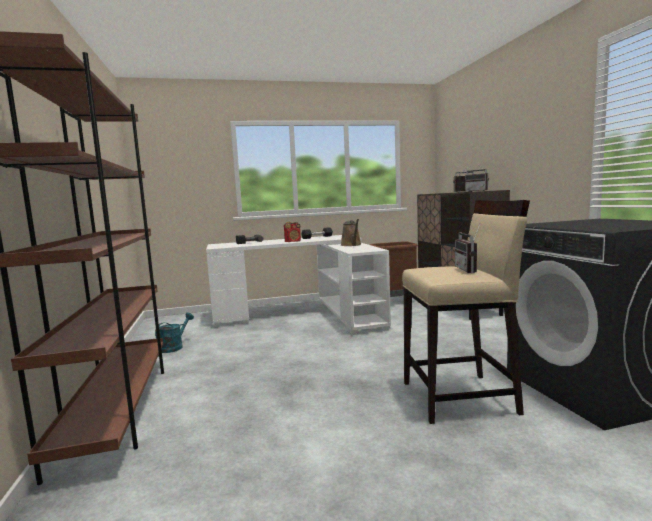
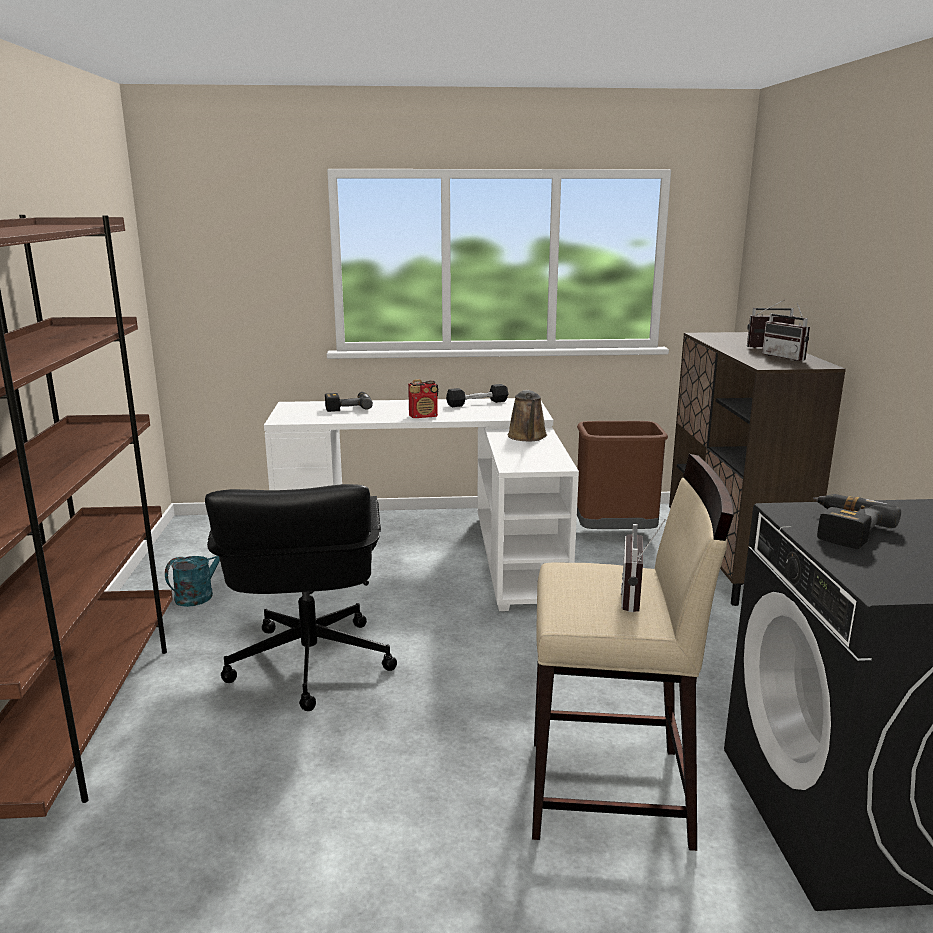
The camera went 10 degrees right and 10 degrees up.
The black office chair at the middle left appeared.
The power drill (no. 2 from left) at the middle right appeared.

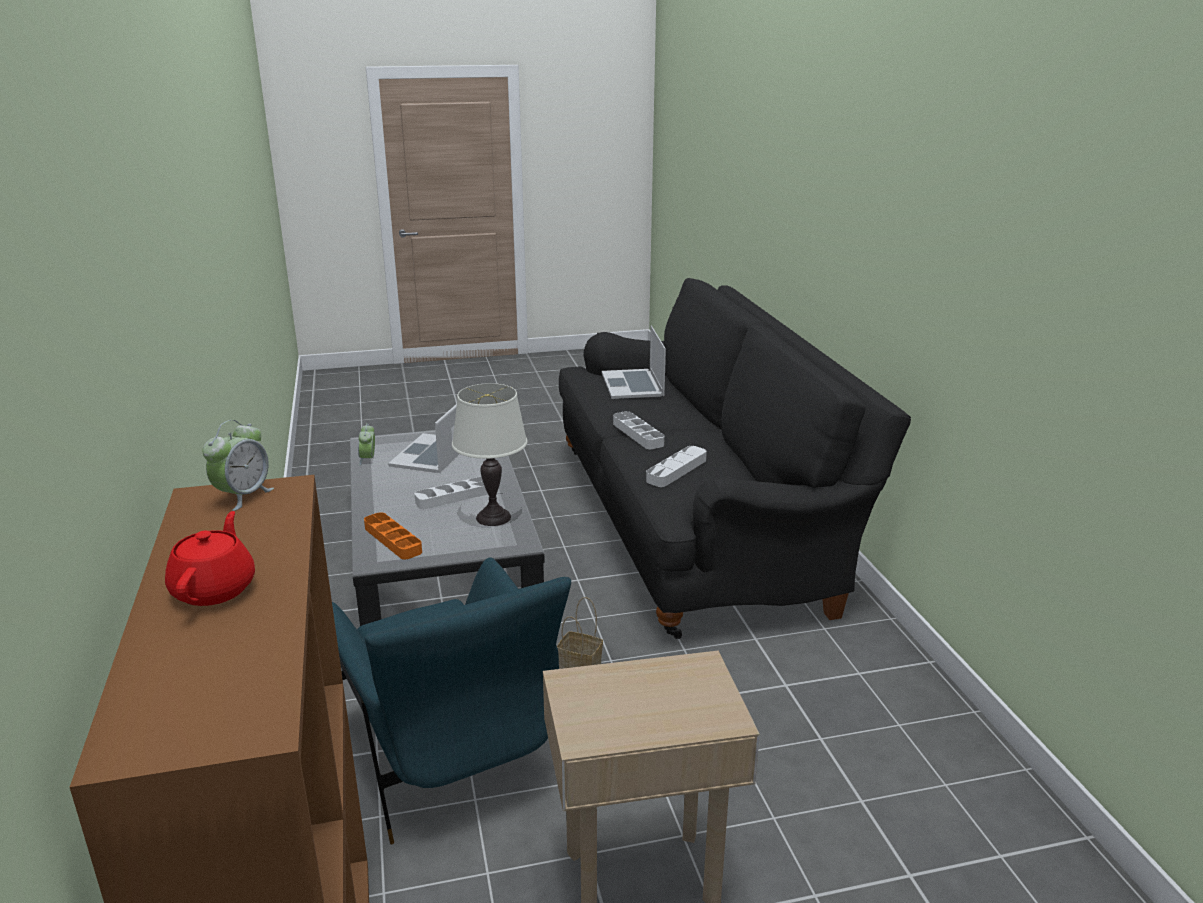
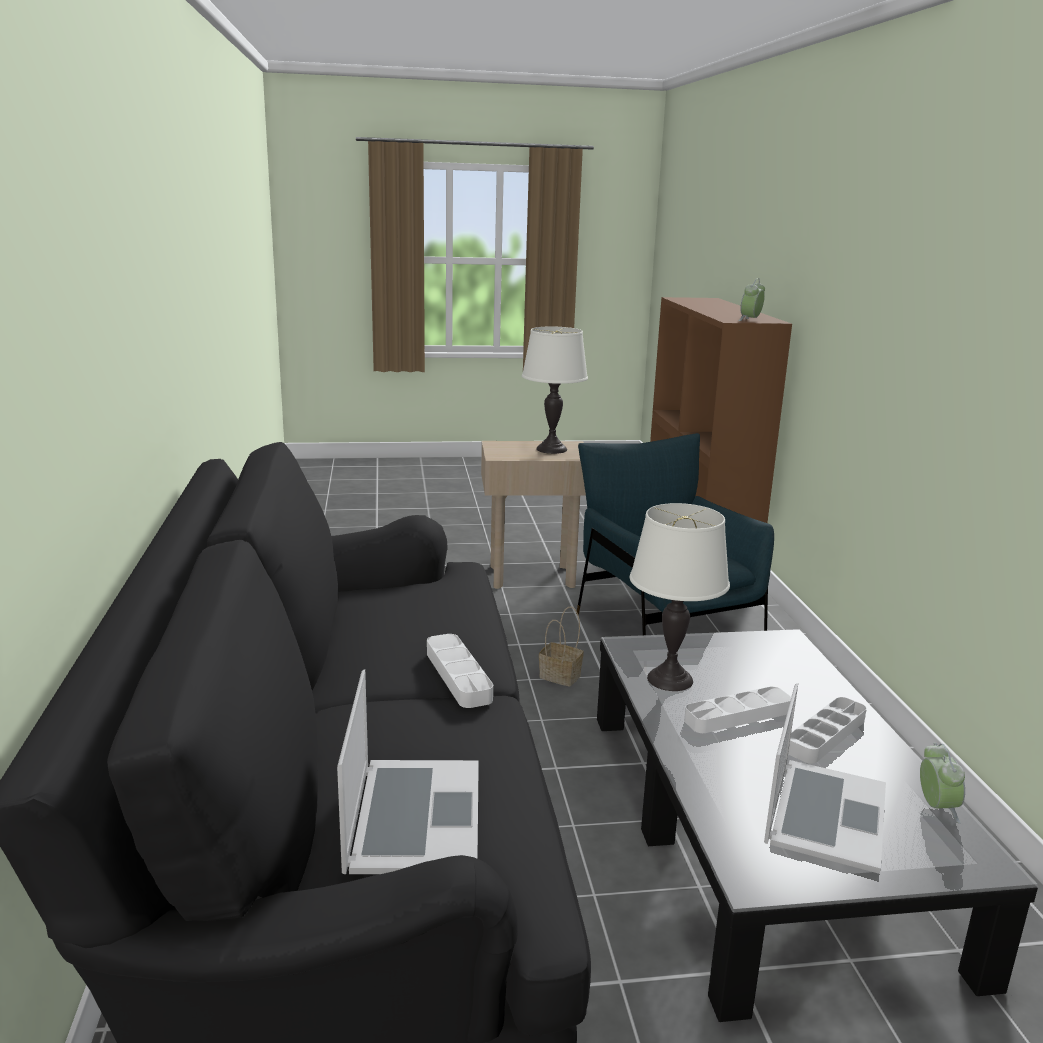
The camera went 175 degrees left and 5 degrees down.
The white table lamp (no. 1 from left) at the centre appeared.
The white tray (no. 3 from left) moved from the centre to the bottom right.
The red teapot at the middle left disappeared.
The orange tray at the middle left disappeared.

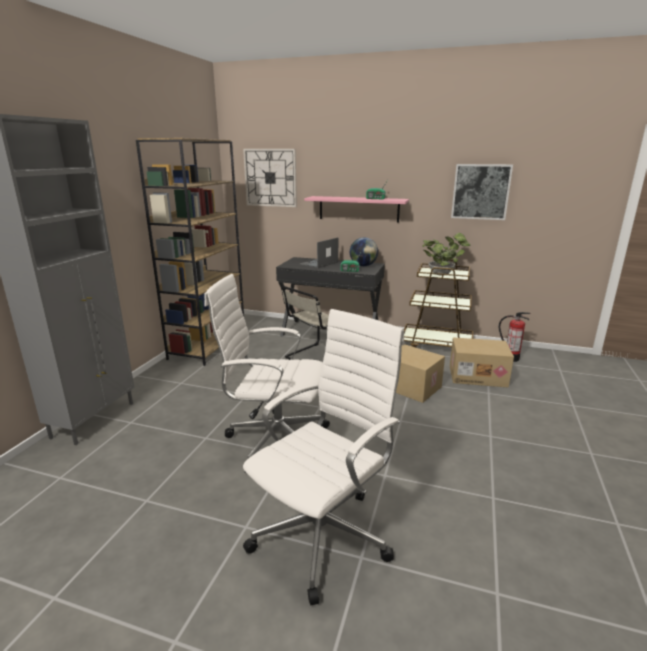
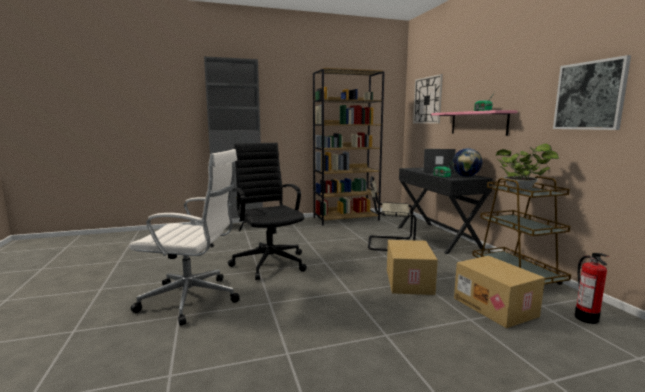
The camera went 55 degrees right and 10 degrees down.
The white office chair (no. 1 from left) at the centre became the black office chair at the centre.

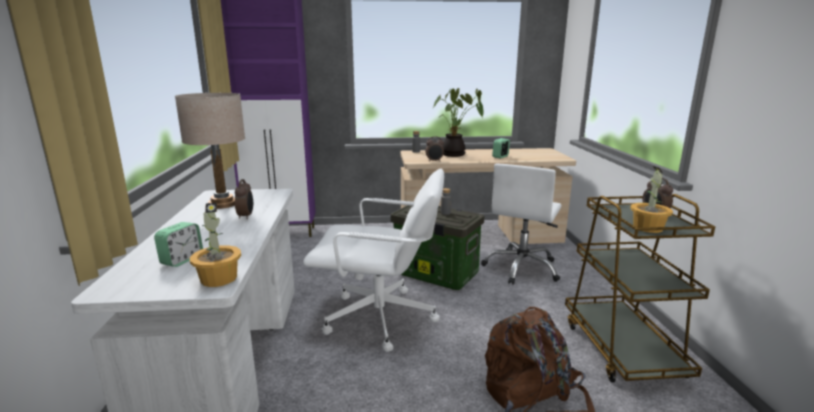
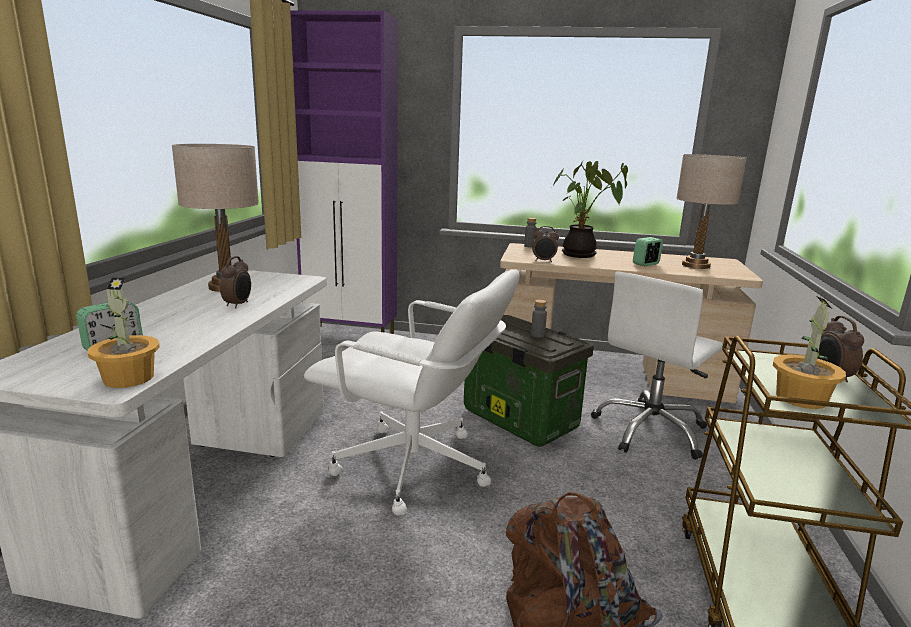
The camera went 15 degrees right and 0 degrees up.
The beige table lamp (no. 2 from left) at the middle right appeared.

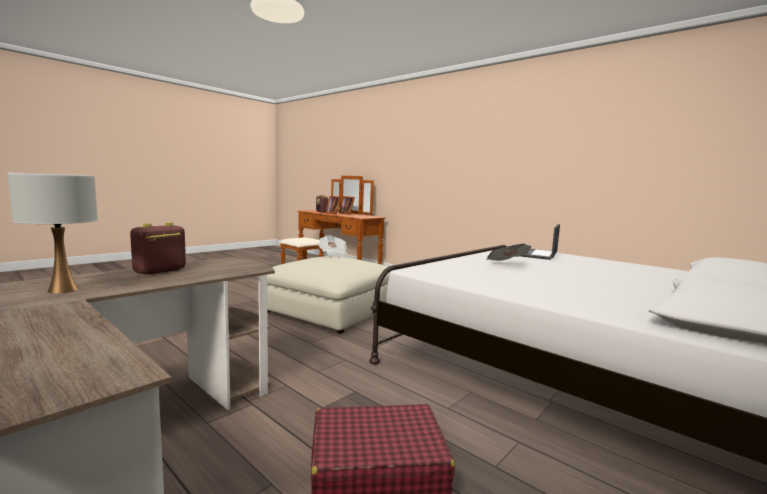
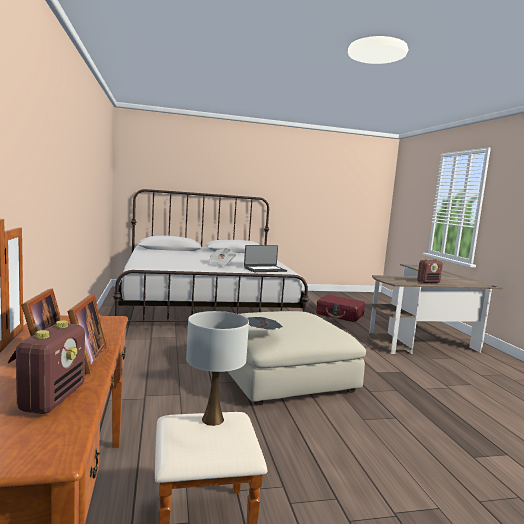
The camera went 145 degrees left and 0 degrees up.
The white table lamp moved from the middle left to the bottom centre.
The laptop moved from the middle right to the centre.

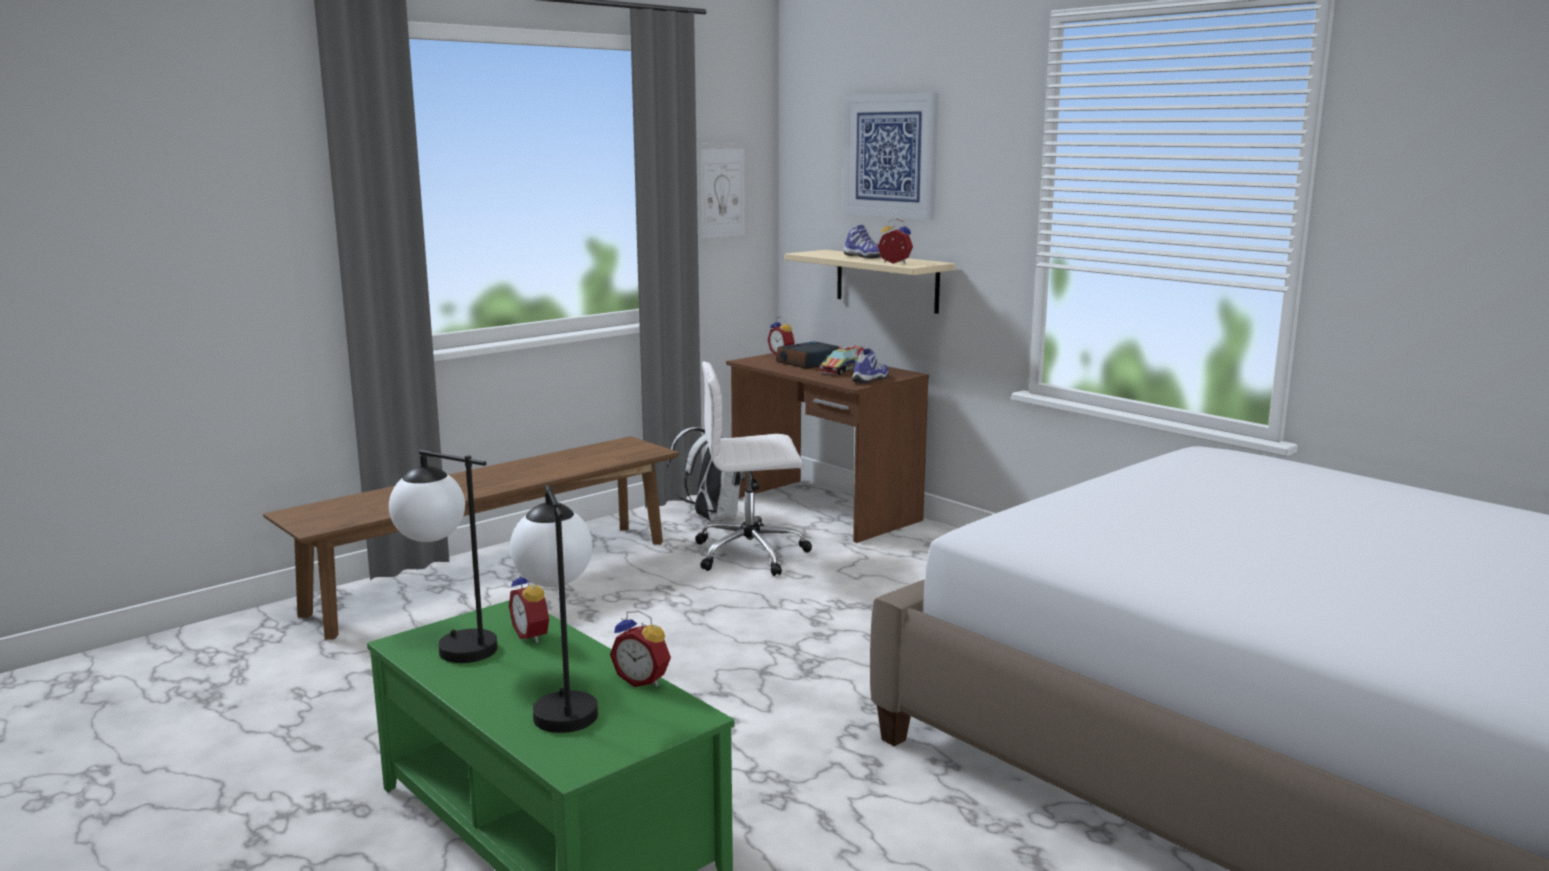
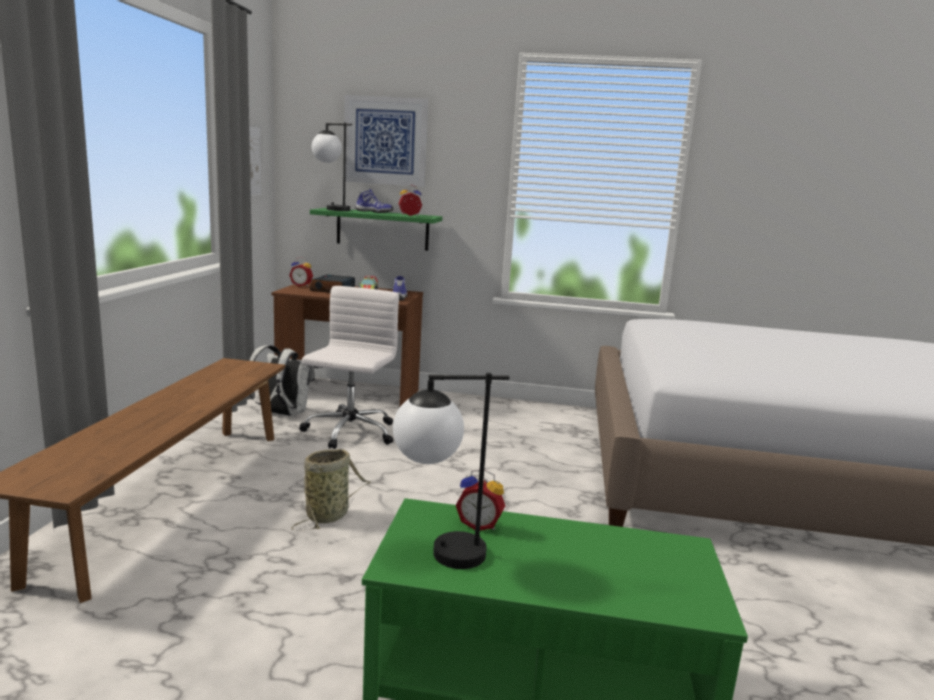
The camera went 40 degrees left and 0 degrees up.
The basket at the bottom centre appeared.
The white office chair at the centre turned 150 degrees clockwise.
The beige shelf at the top centre became the green shelf at the top centre.
The table lamp (no. 2 from left in the first image) moved from the bottom centre to the top centre.
The alarm clock (no. 2 from left) at the bottom centre disappeared.

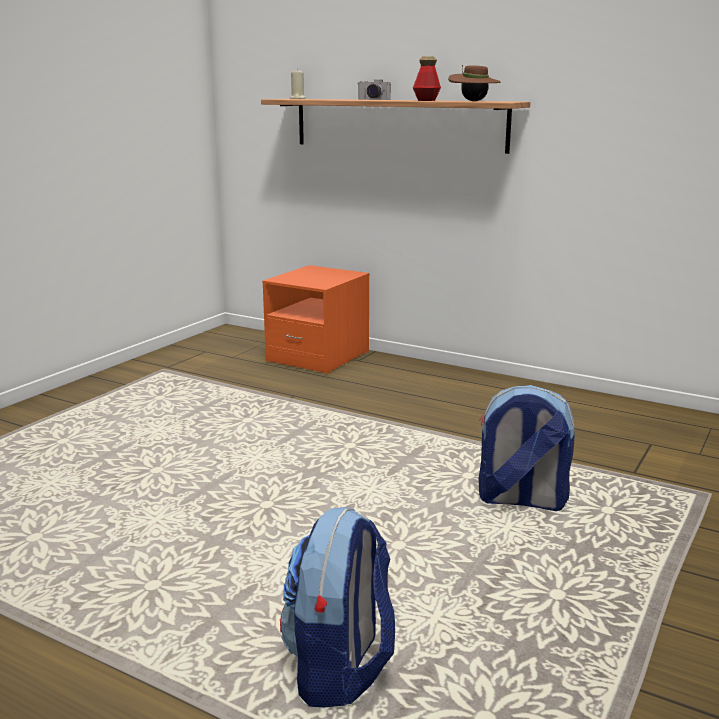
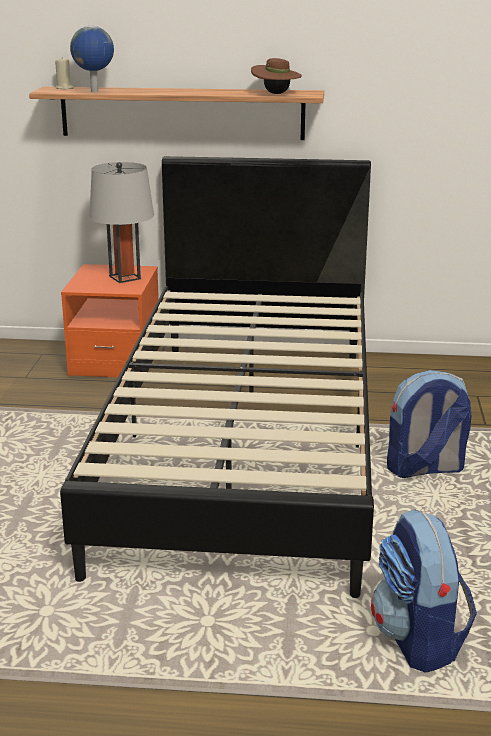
The camera went 25 degrees left and 5 degrees up.
The black bed at the centre appeared.
The globe at the top left appeared.
The grey table lamp at the top left appeared.
The photo camera at the top centre disappeared.
The bottle at the top centre disappeared.

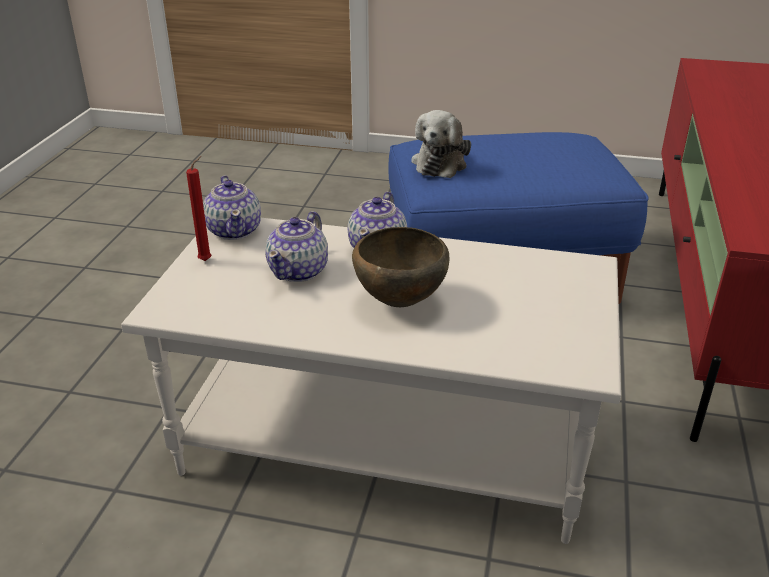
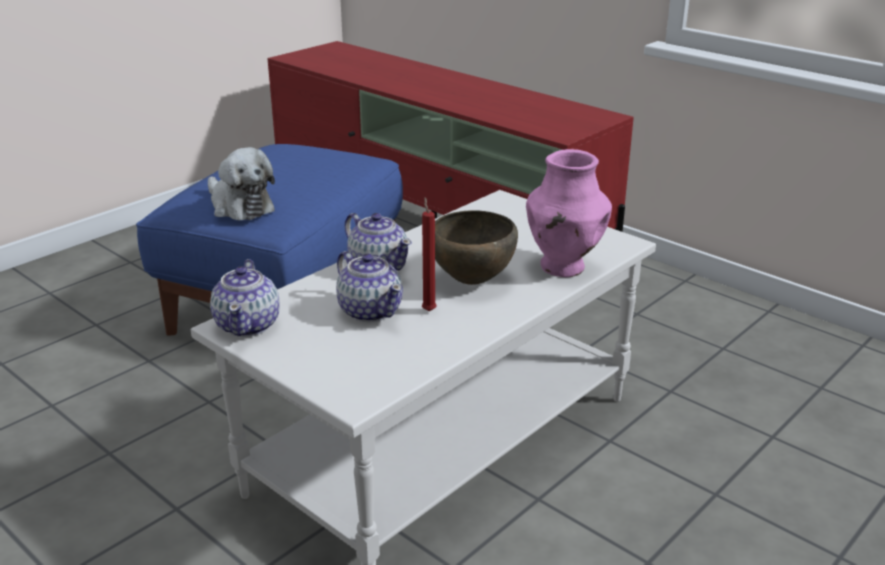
The camera went 60 degrees left and 5 degrees down.
The teapot (no. 1 from left) at the middle left turned 75 degrees clockwise.
The red candle moved from the middle left to the centre.
The pink vase at the centre appeared.

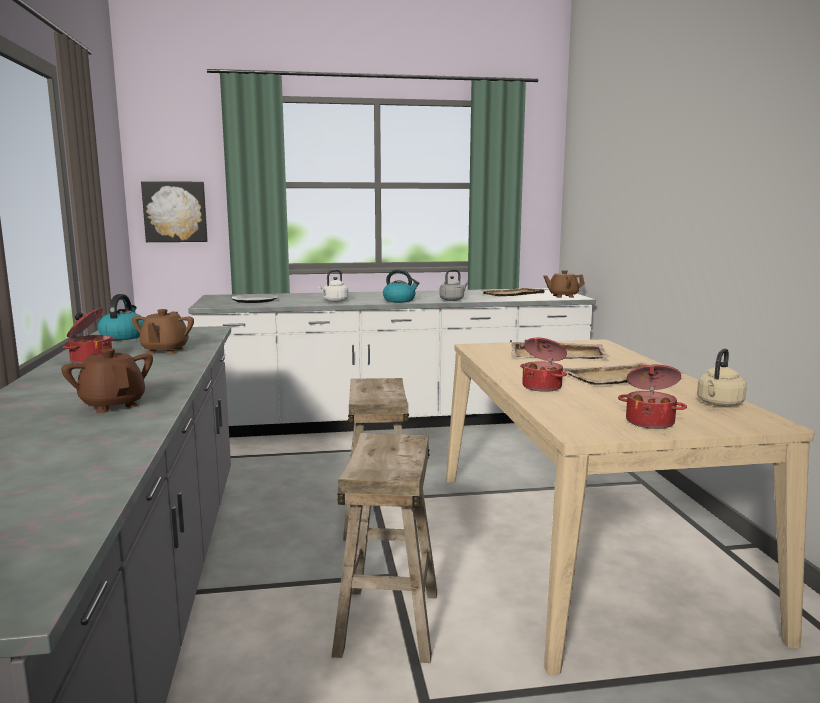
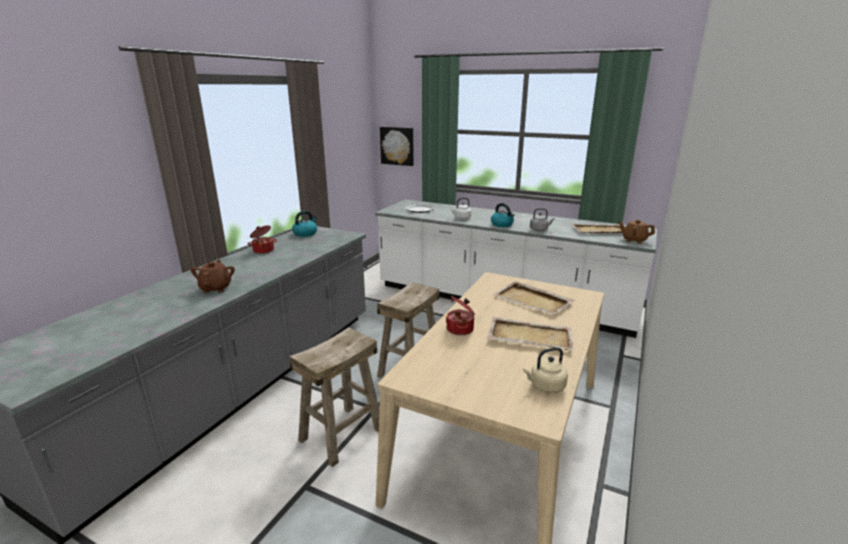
The camera went 35 degrees right and 10 degrees up.
The brown teapot (no. 2 from left) at the middle left disappeared.
The cooking pot (no. 3 from left) at the middle right disappeared.

